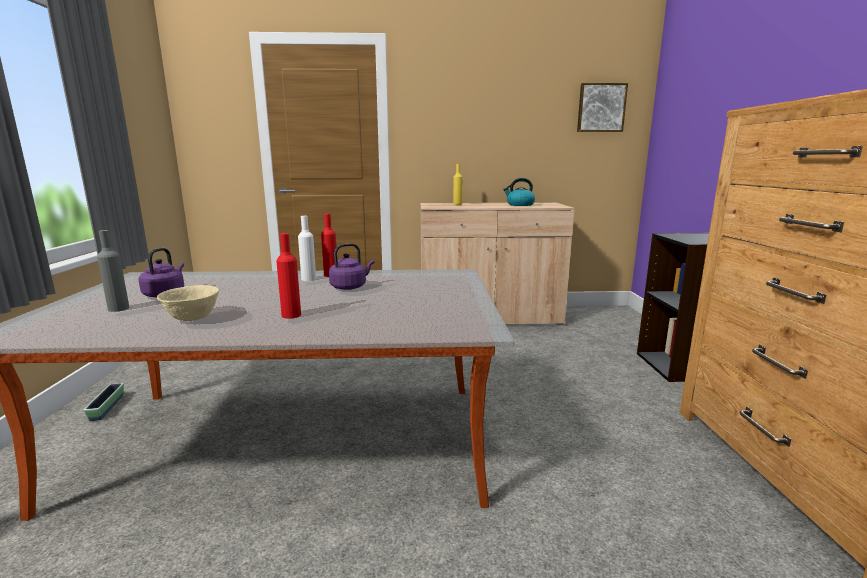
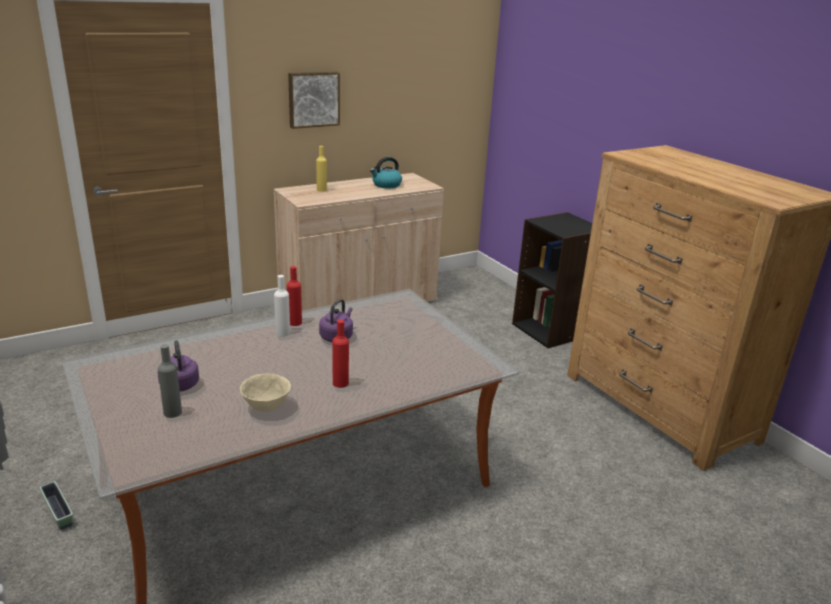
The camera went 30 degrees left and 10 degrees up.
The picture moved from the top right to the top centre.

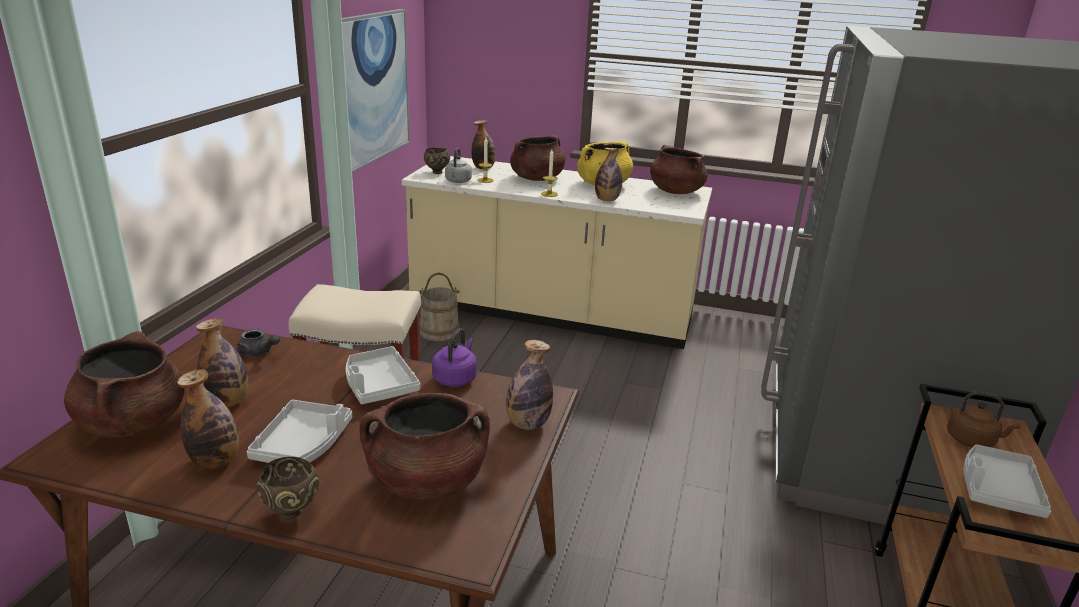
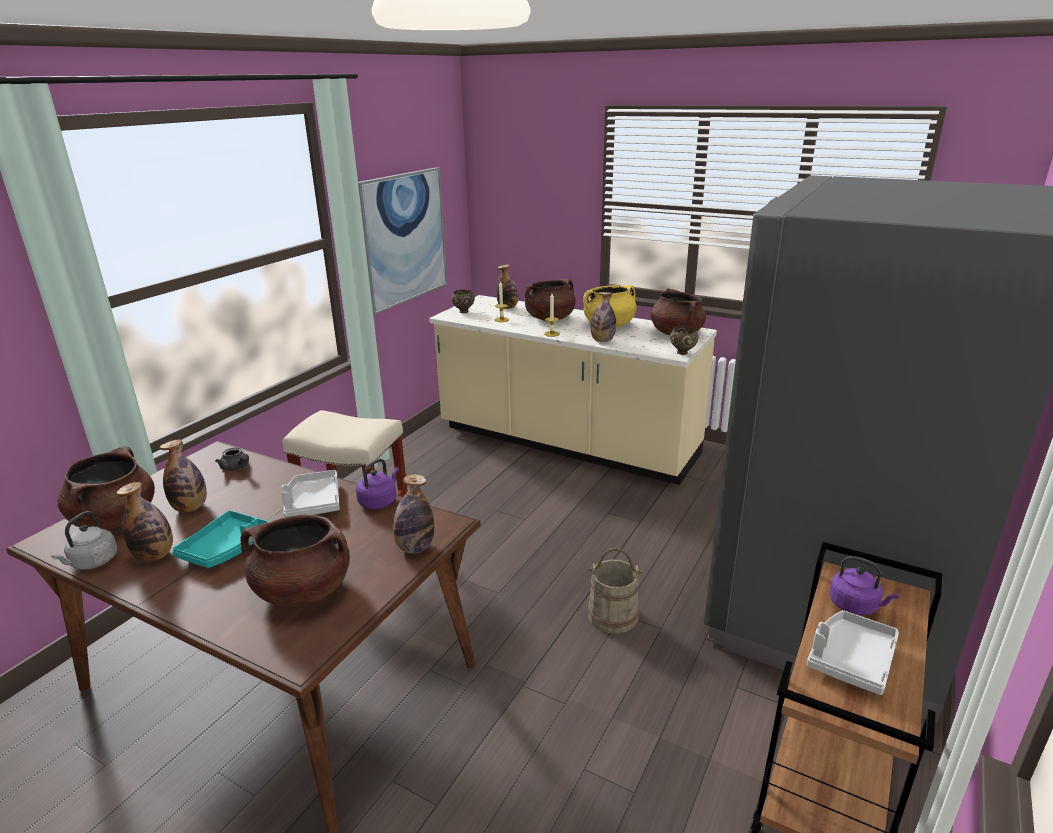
The camera went 15 degrees right and 0 degrees up.
The grey kettle moved from the top centre to the middle left.
The grey tray (no. 1 from left) at the bottom left became the turquoise tray at the middle left.
The beige bucket moved from the centre to the bottom centre.
The brown bowl (no. 1 from left in the first image) moved from the bottom left to the centre.
The brown kettle at the bottom right became the purple kettle (no. 2 from left) at the bottom right.

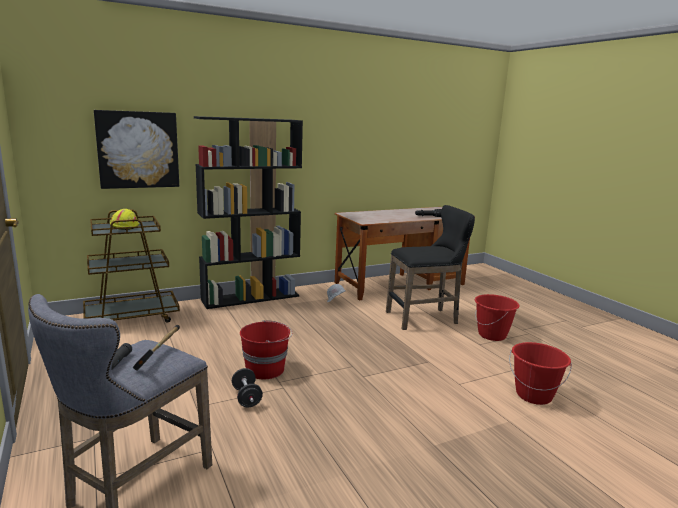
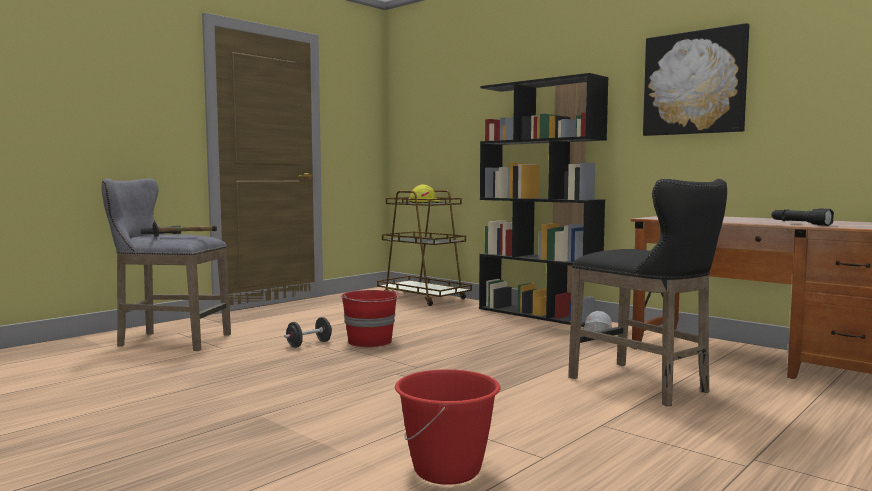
The camera went 70 degrees right and 10 degrees down.
The picture moved from the top left to the top right.
The red bucket (no. 2 from left) at the middle right disappeared.

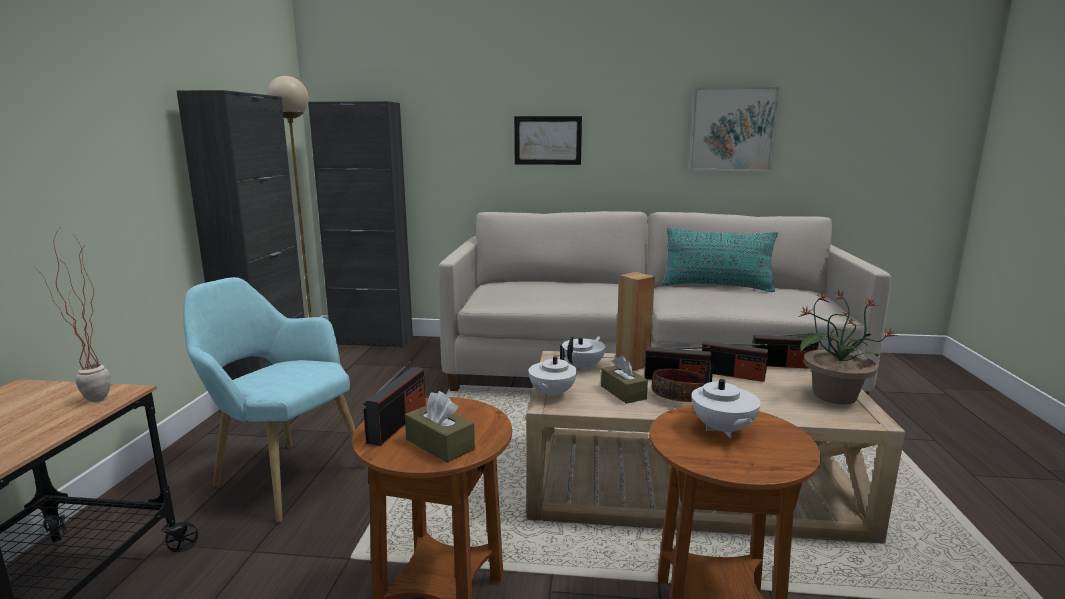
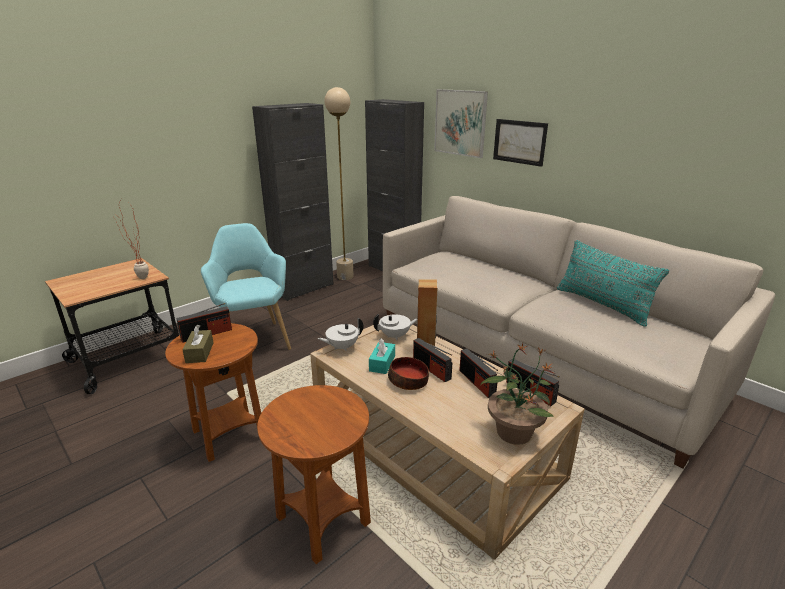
The camera went 40 degrees right and 10 degrees up.
The brown tissue box (no. 2 from left) at the centre became the turquoise tissue box at the centre.
The picture (no. 2 from left in the first image) moved from the top right to the top centre.
The white teapot (no. 3 from left) at the bottom right disappeared.

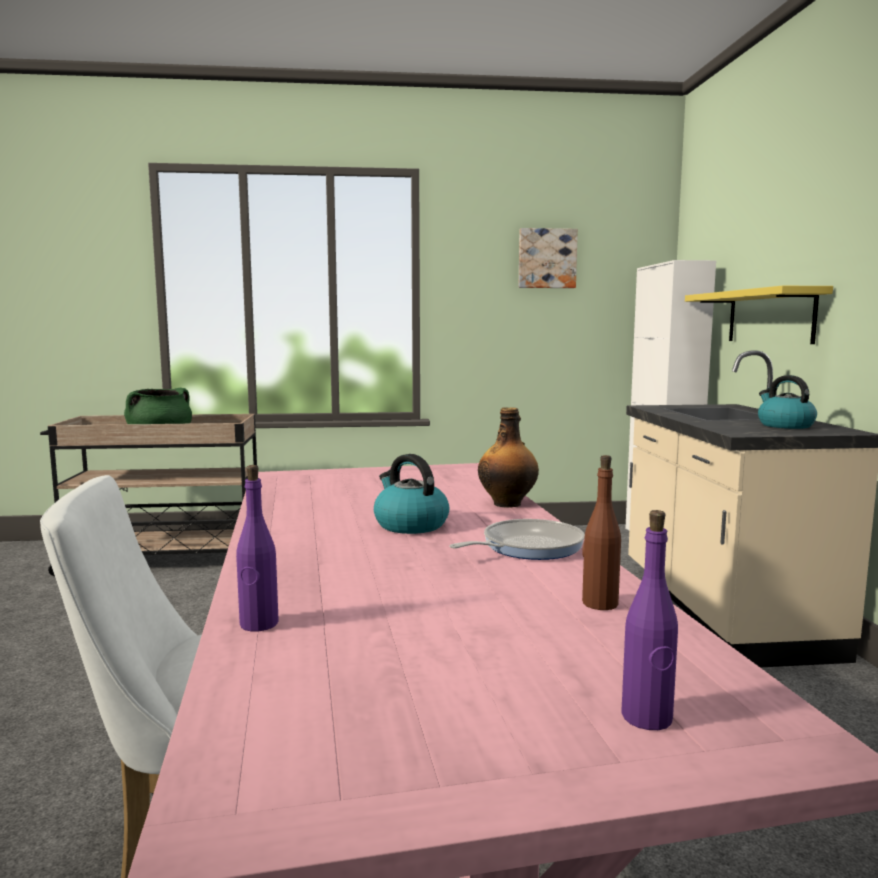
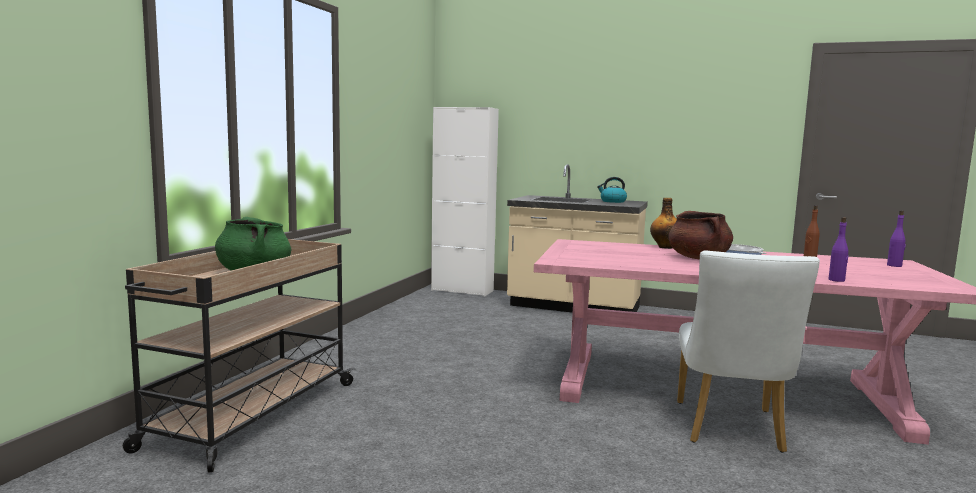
The camera went 65 degrees left and 0 degrees up.
The kettle (no. 1 from left) at the centre was replaced by the brown cooking pot at the middle right.
The picture at the top centre disappeared.
The yellow shelf at the middle right disappeared.

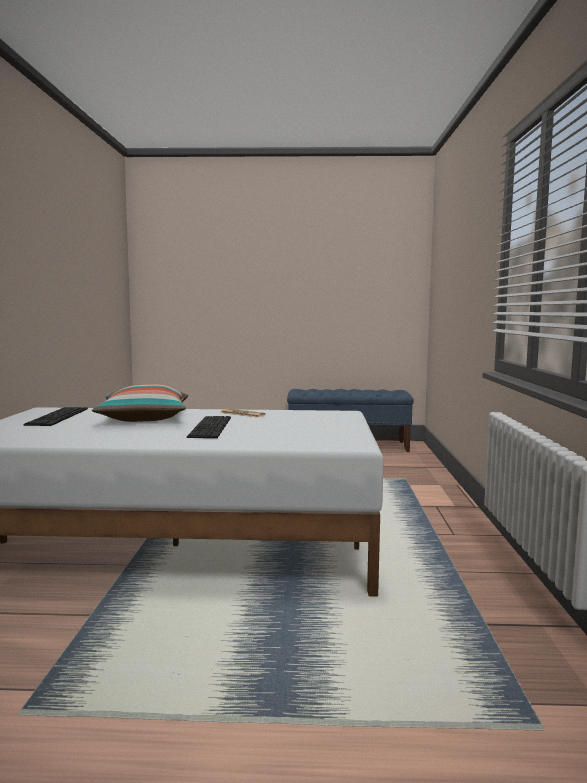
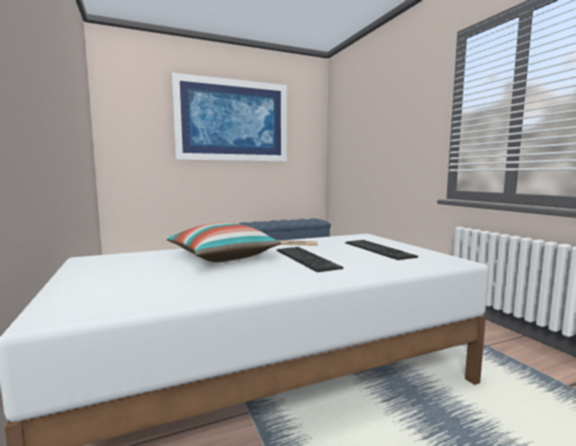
The camera went 25 degrees left and 0 degrees up.
The picture at the top centre appeared.
The keyboard (no. 1 from left in the first image) moved from the middle left to the centre.

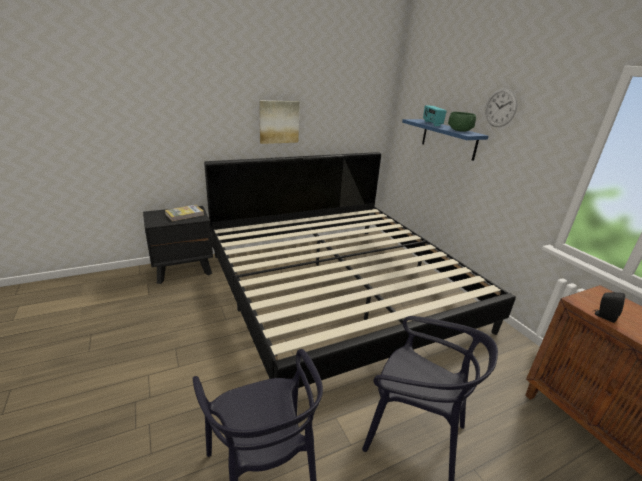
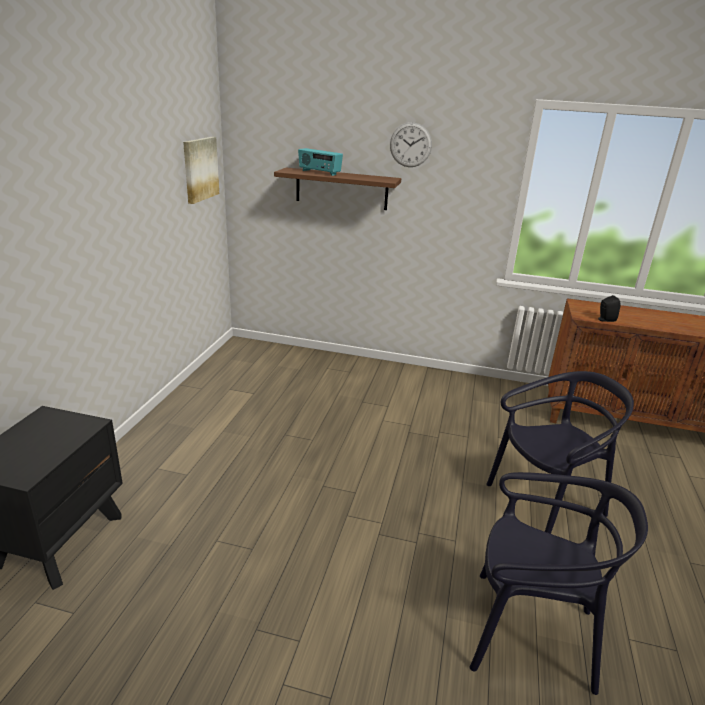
The camera went 50 degrees left and 0 degrees up.
The picture moved from the top centre to the top left.
The blue shelf at the top right became the brown shelf at the top centre.
The book at the middle left disappeared.
The bed at the centre disappeared.
The green bowl at the top right disappeared.

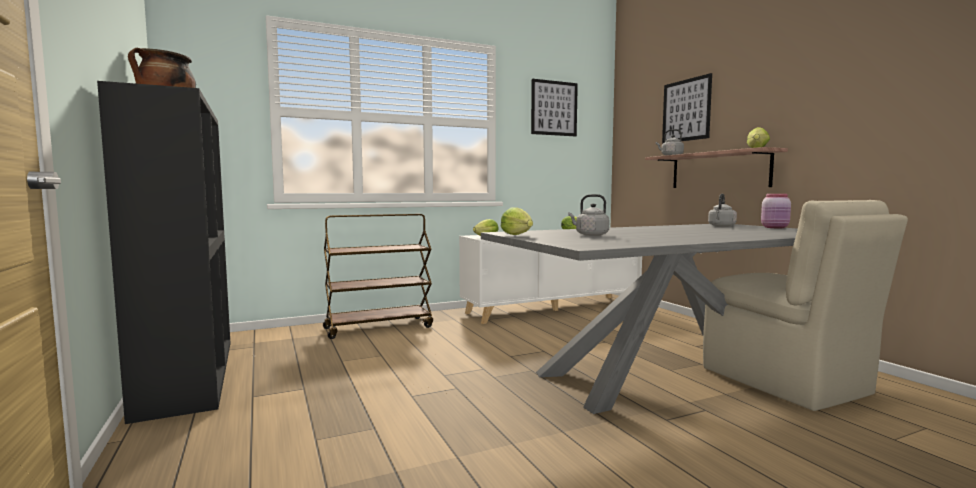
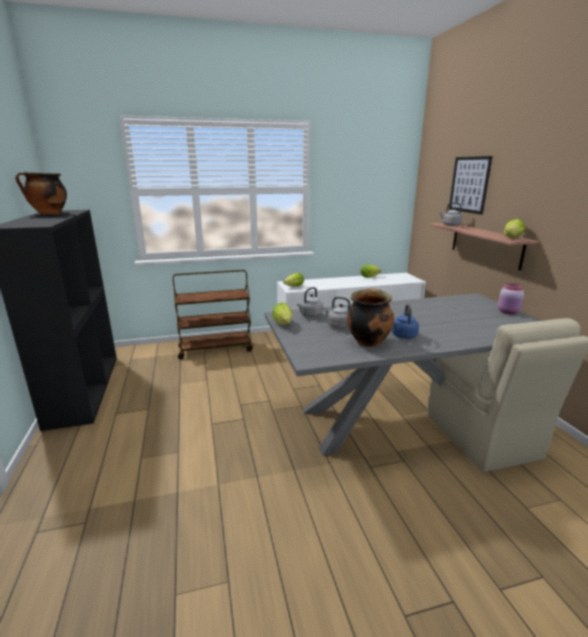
The camera went 10 degrees right and 15 degrees up.
The grey kettle (no. 3 from left in the first image) moved from the middle right to the centre.
The cooking pot (no. 2 from left) at the centre appeared.
The blue kettle at the middle right appeared.
The picture (no. 1 from left) at the top centre disappeared.

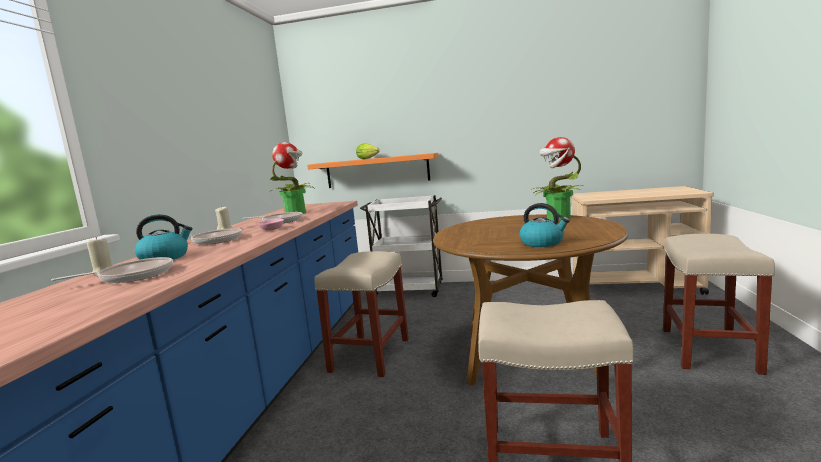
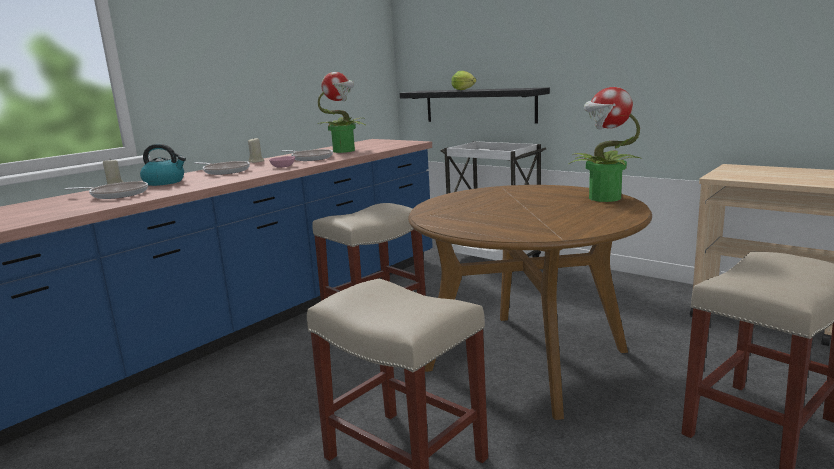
The camera went 30 degrees right and 5 degrees up.
The orange shelf at the centre became the black shelf at the top centre.
The kettle (no. 2 from left) at the centre disappeared.

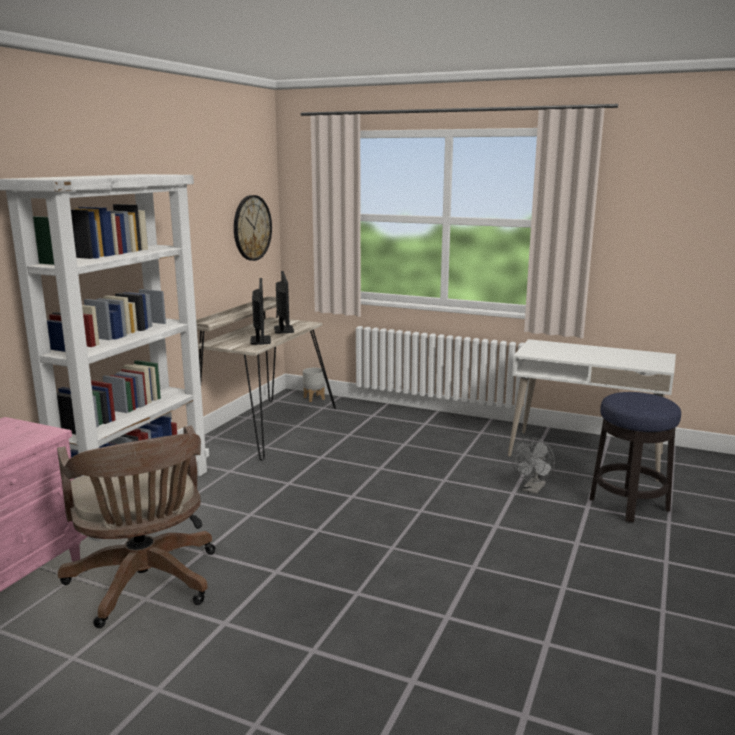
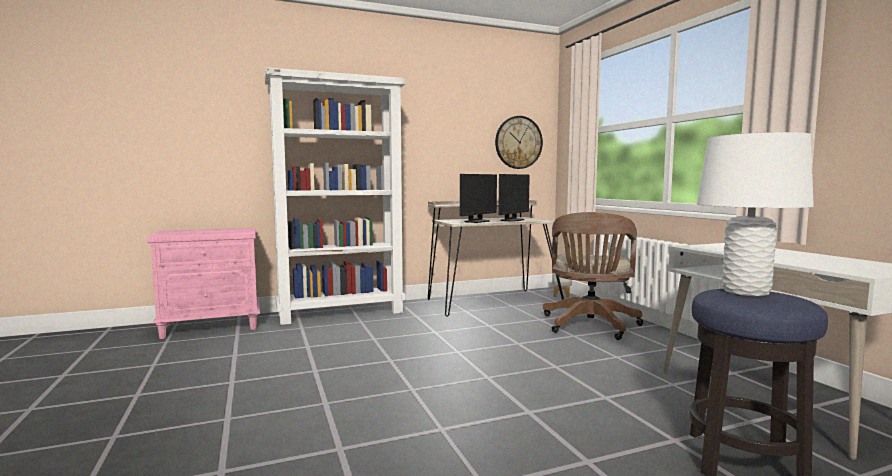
The camera went 45 degrees right and 10 degrees down.
The brown office chair moved from the bottom left to the centre.
The white table lamp at the middle right appeared.
The grey fan at the middle right disappeared.

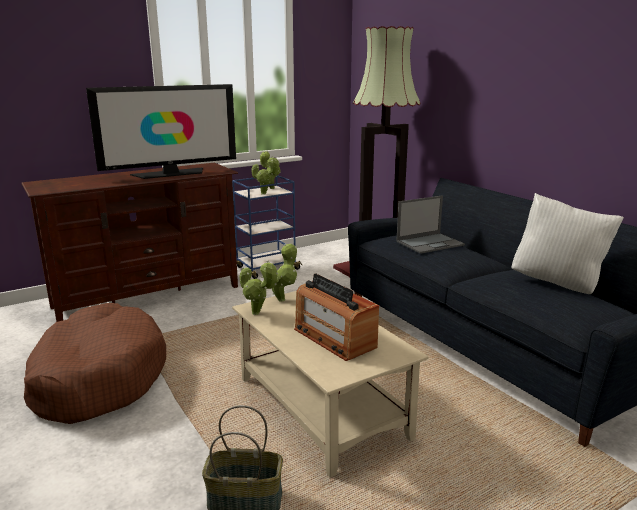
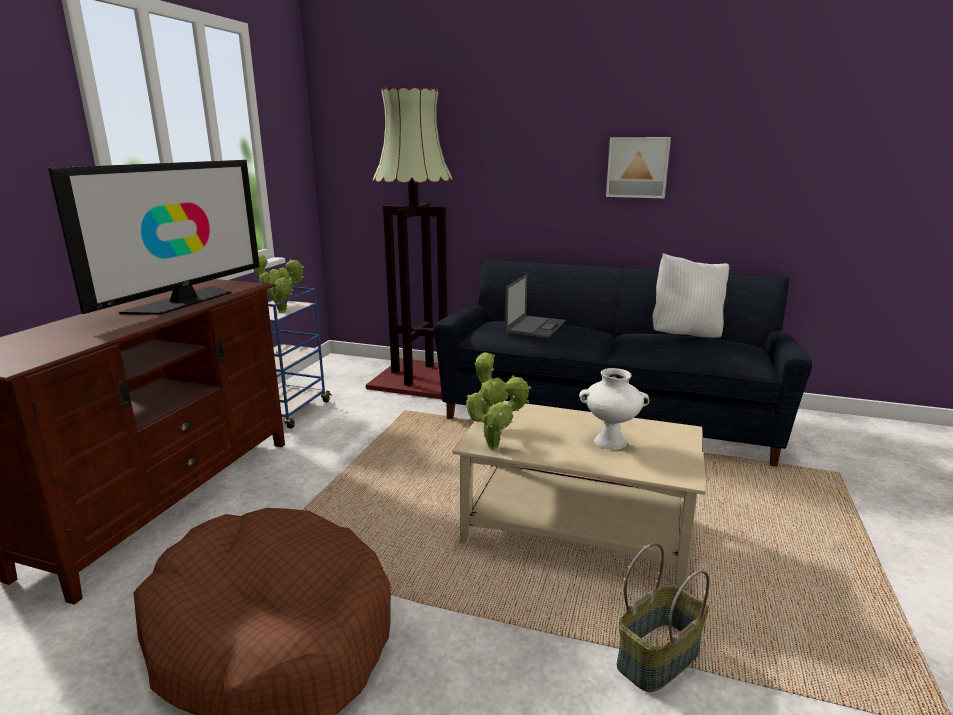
The camera went 40 degrees left and 0 degrees up.
The radio at the centre was replaced by the white vase at the centre.
The picture at the top right appeared.

